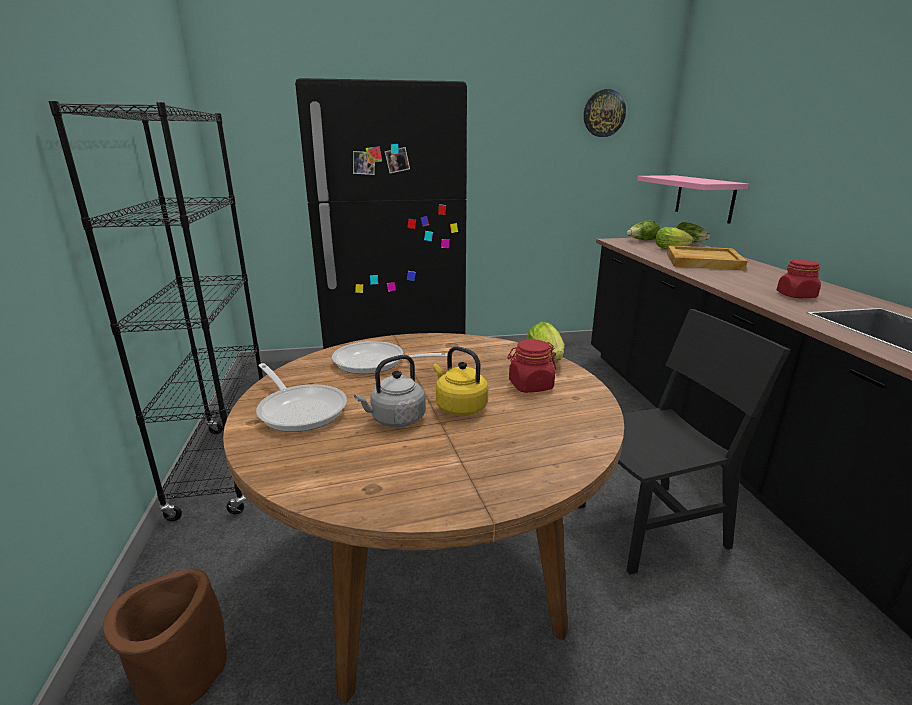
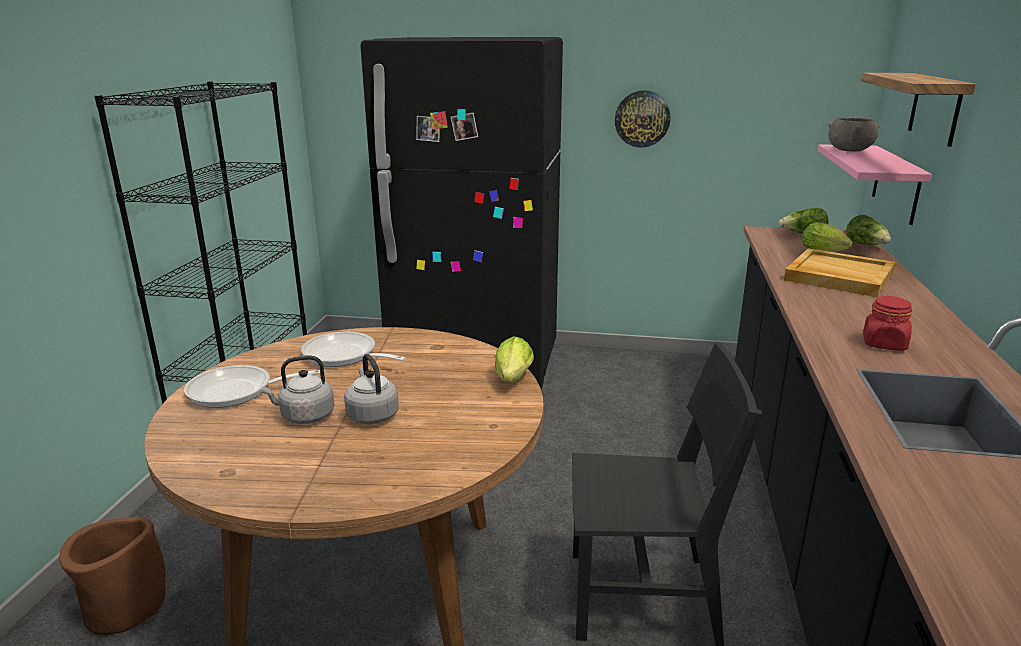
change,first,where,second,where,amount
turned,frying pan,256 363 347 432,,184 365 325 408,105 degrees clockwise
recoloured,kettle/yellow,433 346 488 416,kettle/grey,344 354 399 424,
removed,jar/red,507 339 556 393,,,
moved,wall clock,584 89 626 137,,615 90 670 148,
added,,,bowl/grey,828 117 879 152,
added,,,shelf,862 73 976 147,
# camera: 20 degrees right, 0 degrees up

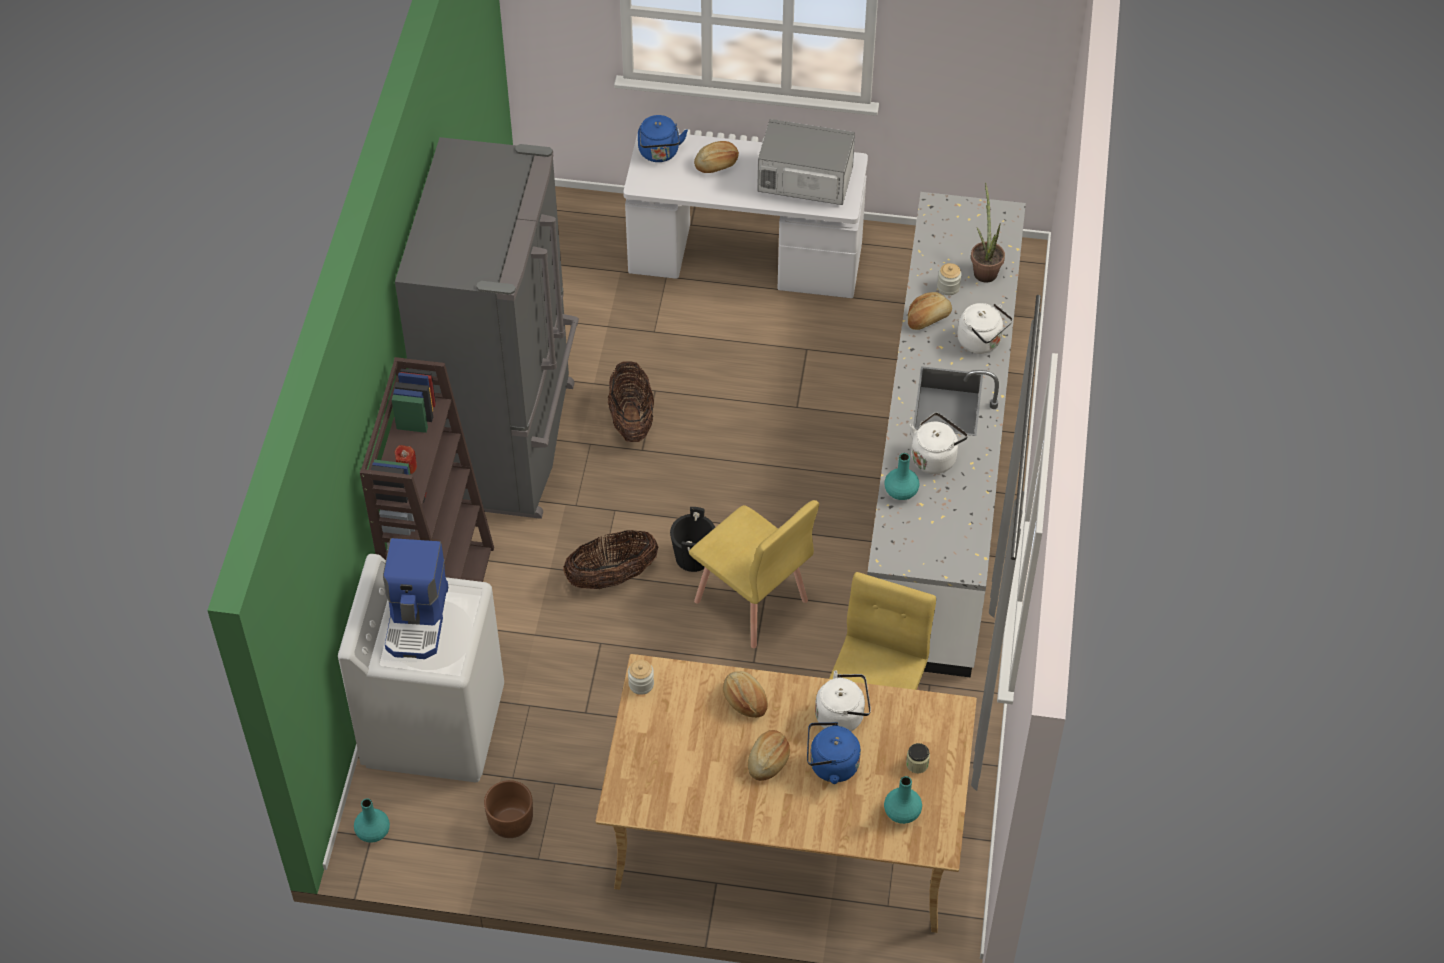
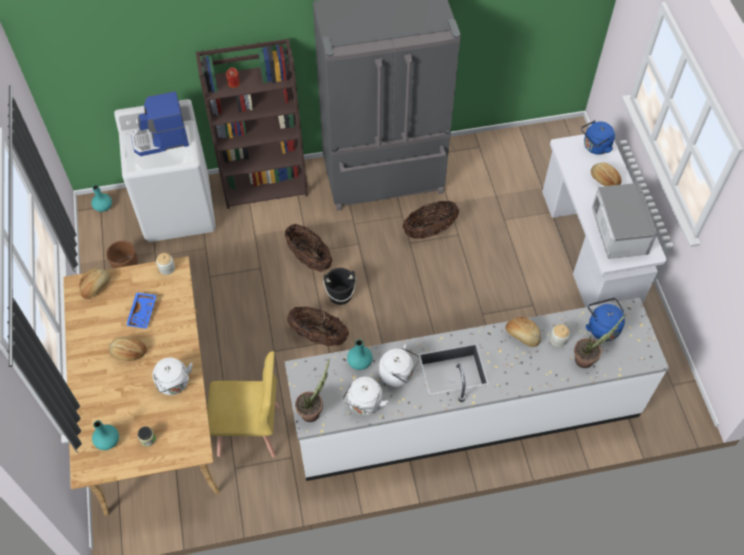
change,first,where,second,where,amount
replaced,chair/yellow,689 500 819 648,basket,287 307 349 346,
moved,bread,723 671 768 718,,79 268 111 299,
moved,kettle/blue,807 722 861 784,,586 298 625 341,
moved,kettle/white,957 303 1013 354,,343 377 388 415,
added,,,tray/blue,126 292 157 329,
added,,,potted plant,295 360 329 422,
# camera: 70 degrees right, 5 degrees up

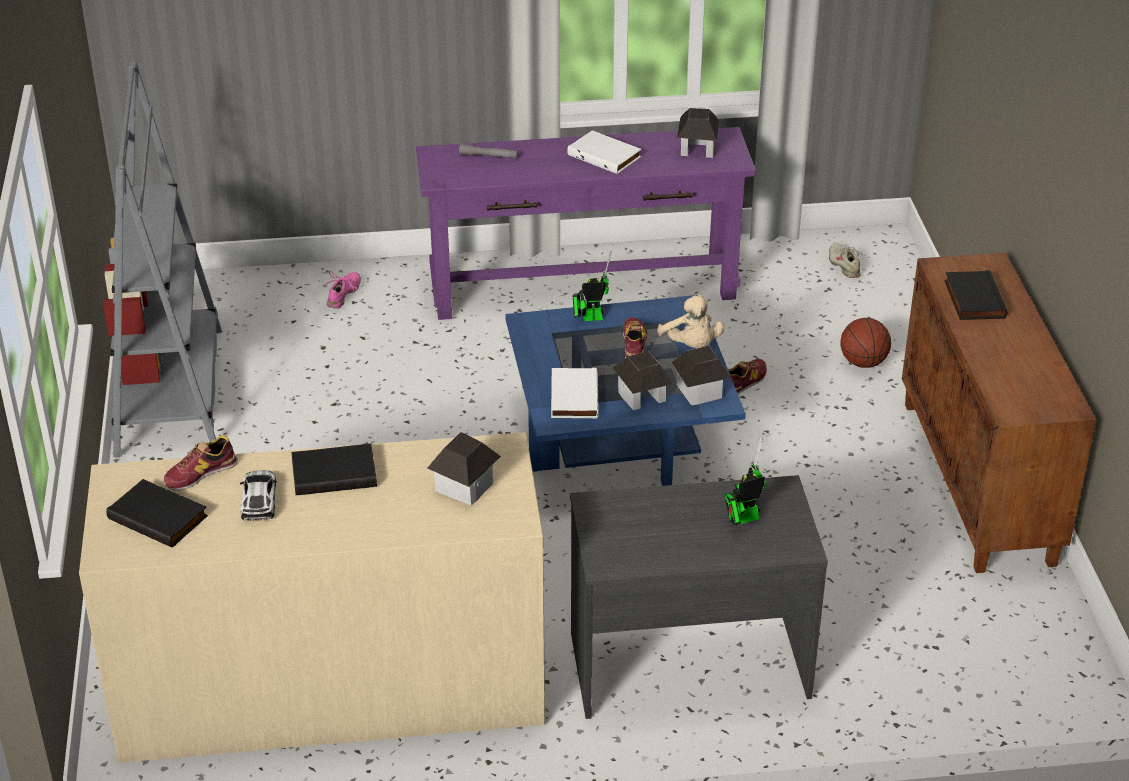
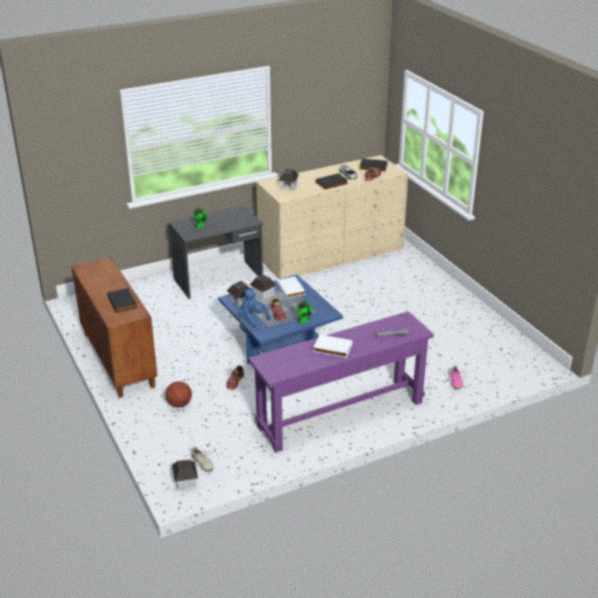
change,first,where,second,where,amount
removed,bookcase/grey,103 61 222 458,,,
recoloured,plush toy/beige,657 295 724 348,plush toy/blue,238 289 270 327,
moved,toy house,677 108 719 158,,172 460 198 490,
# camera: 160 degrees right, 5 degrees down

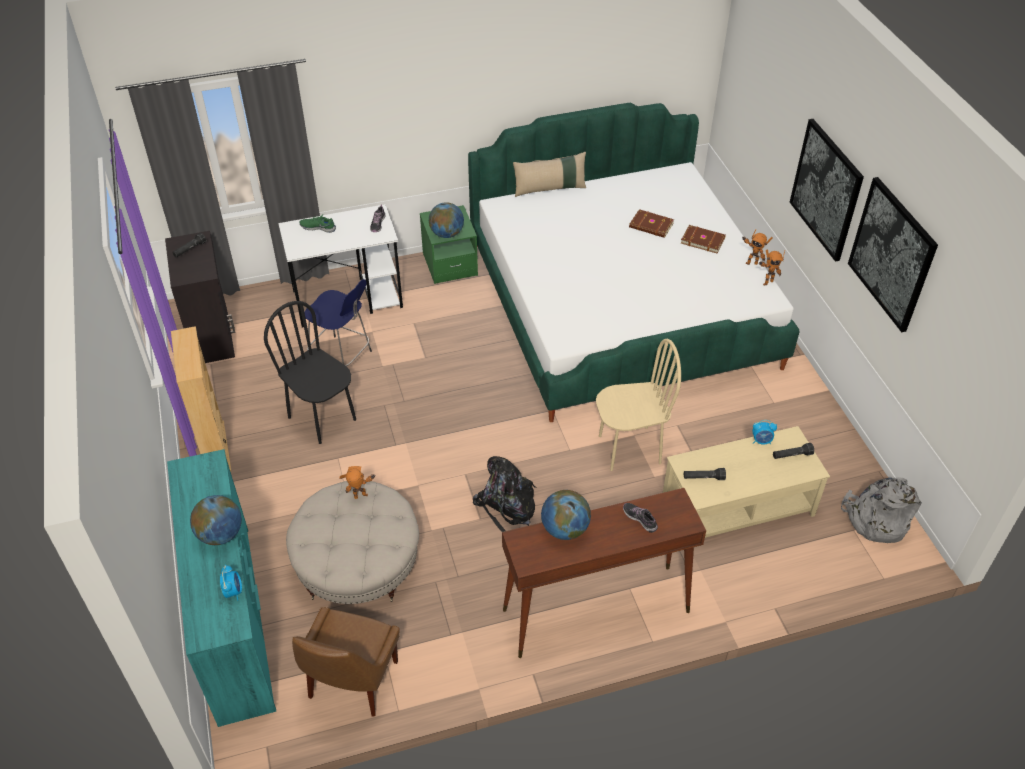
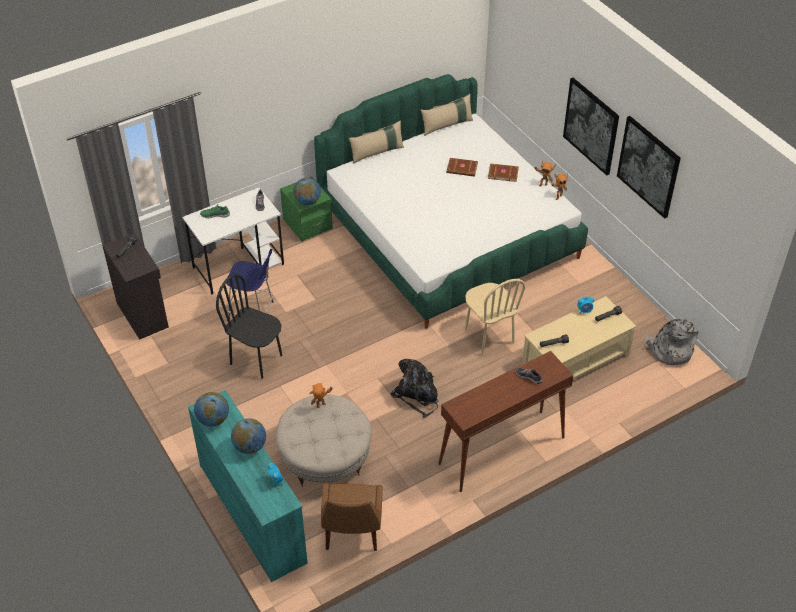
change,first,where,second,where,amount
removed,bookcase/beige,171 326 231 472,,,
moved,globe,541 490 591 540,,194 392 229 427,
turned,chair/beige,596 339 681 471,,465 279 525 355,90 degrees clockwise
added,,,pillow/beige,420 94 473 136,
# camera: 15 degrees left, 0 degrees up

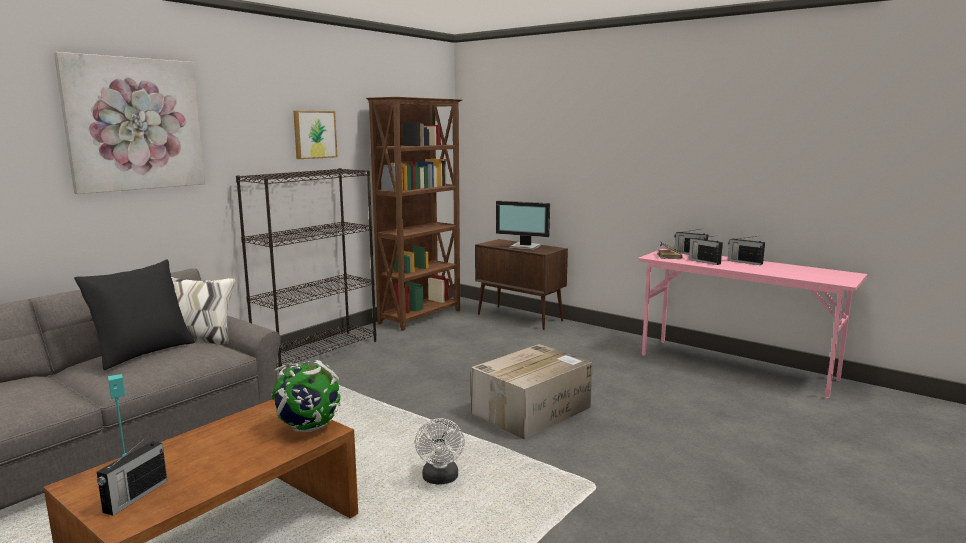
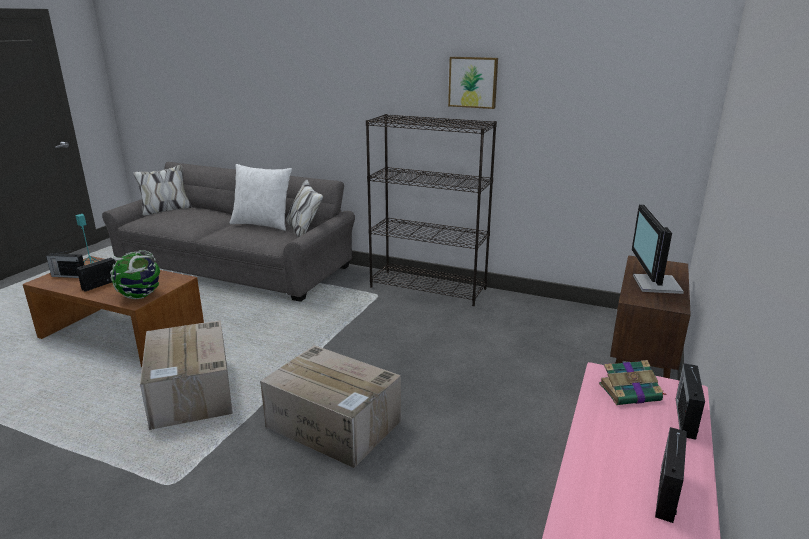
change,first,where,second,where,amount
removed,picture,54 52 205 194,,,
recoloured,pillow/black,74 259 195 370,pillow/white,230 164 292 231,
removed,bookcase/brown,366 97 462 331,,,
replaced,fan/white,415 418 465 484,cardboard box,140 320 233 430,
moved,radio,689 236 723 265,,77 257 116 292,
# camera: 75 degrees right, 10 degrees up

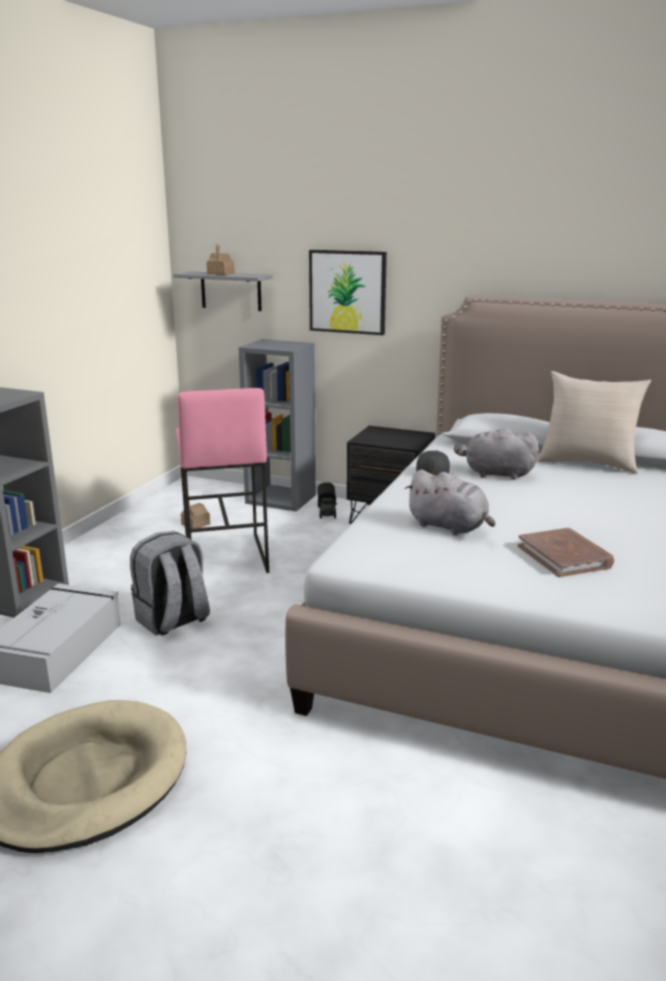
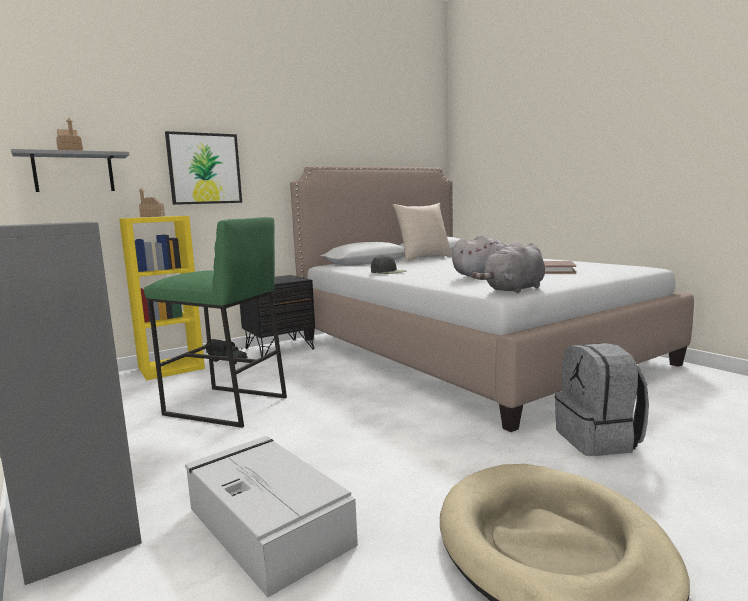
change,first,where,second,where,amount
moved,backpack/grey,130 531 210 636,,555 343 649 456,
recoloured,stool/pink,176 388 269 573,stool/green,144 217 287 428,
moved,toy house,181 496 210 529,,139 188 165 217,
recoloured,bookcase/grey,239 339 316 511,bookcase/yellow,119 216 205 380,
moved,plush toy/grey,454 428 539 480,,472 241 545 293,
# camera: 55 degrees left, 10 degrees down

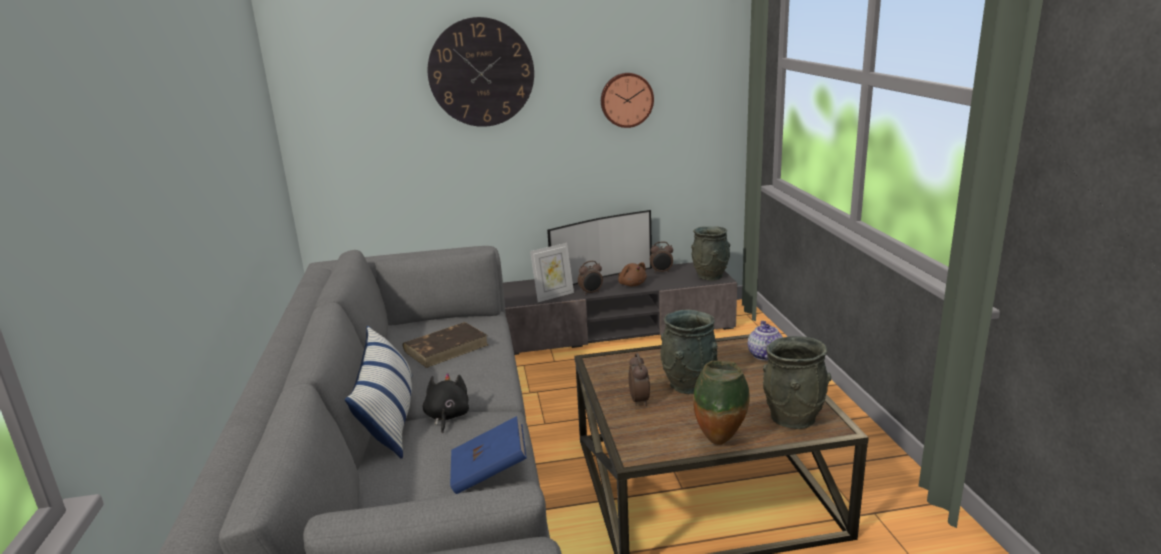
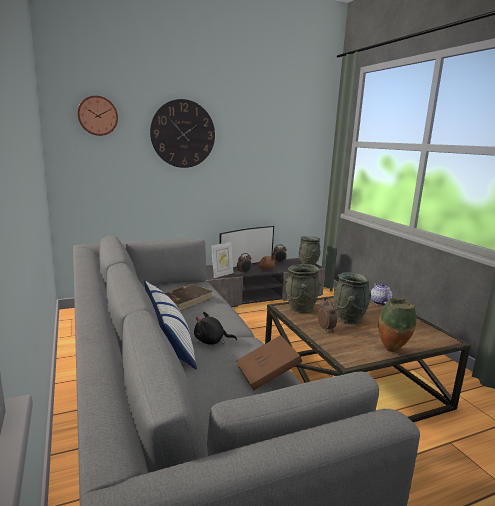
change,first,where,second,where,amount
turned,plush toy/black,423 373 469 434,,194 312 237 345,75 degrees counterclockwise
recoloured,book/blue,450 416 527 494,book/brown,236 335 302 390,
moved,wall clock,601 73 654 128,,77 96 118 136,
moved,vase/grey,763 336 832 429,,286 264 321 313,
# camera: 15 degrees left, 5 degrees down

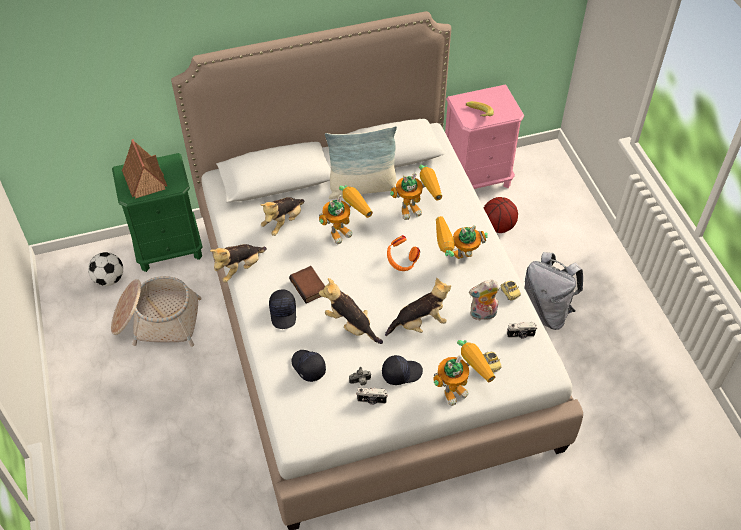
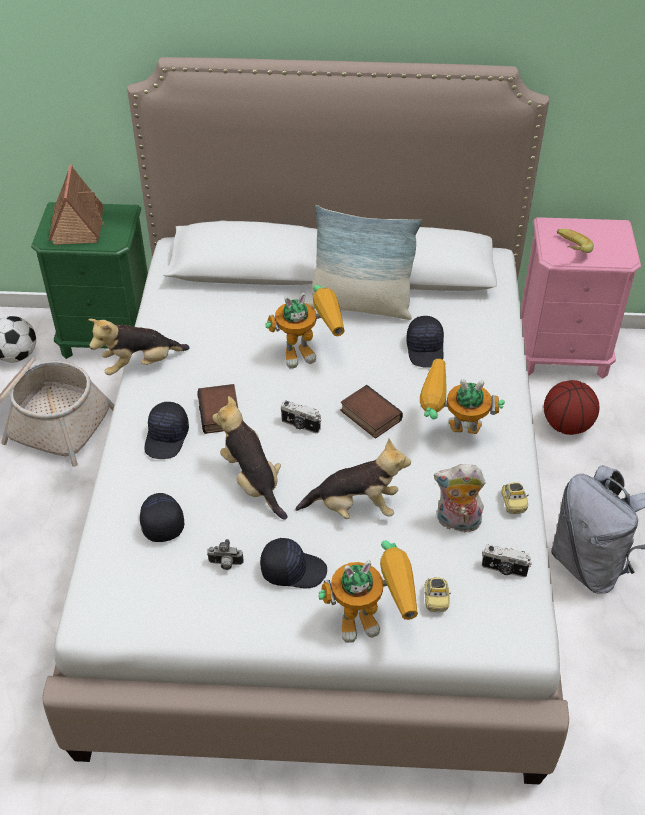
change,first,where,second,where,amount
removed,plush toy,261 197 305 236,,,
moved,photo camera,356 388 388 405,,281 400 321 434,
replaced,headphones/orange,387 235 420 271,book,341 385 403 438,
replaced,toy robot,390 165 442 220,cap/black,406 316 444 368,
# camera: 20 degrees right, 5 degrees down

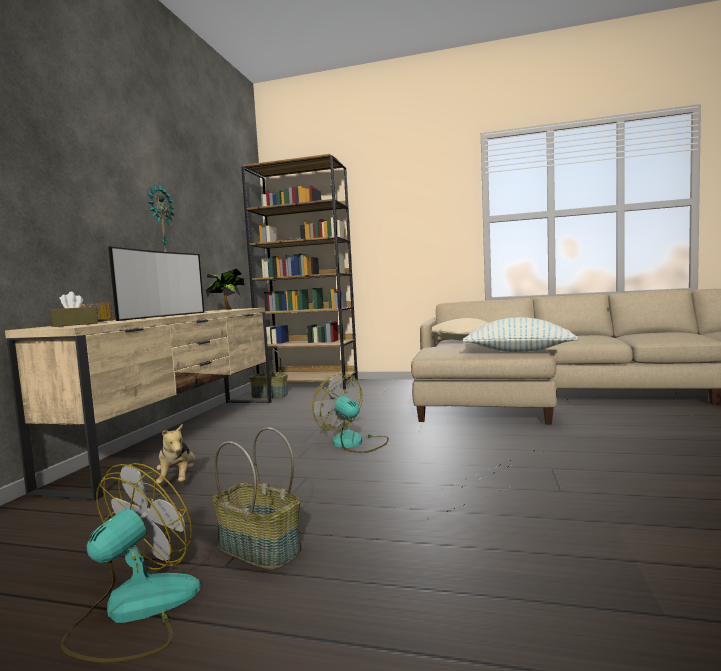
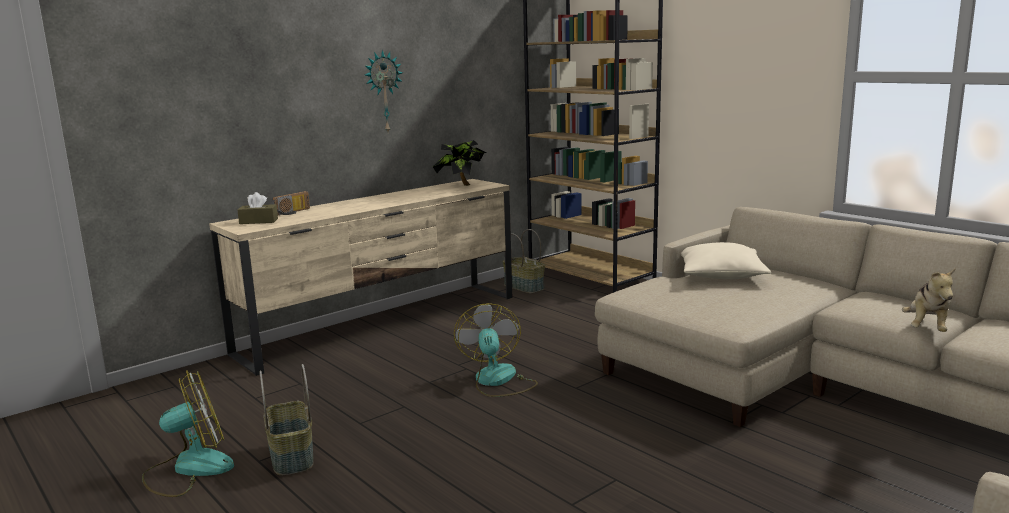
change,first,where,second,where,amount
removed,television,108 246 204 321,,,
moved,plush toy,156 424 195 483,,902 268 956 332,
removed,pillow,462 317 578 352,,,
# camera: 35 degrees right, 10 degrees up

